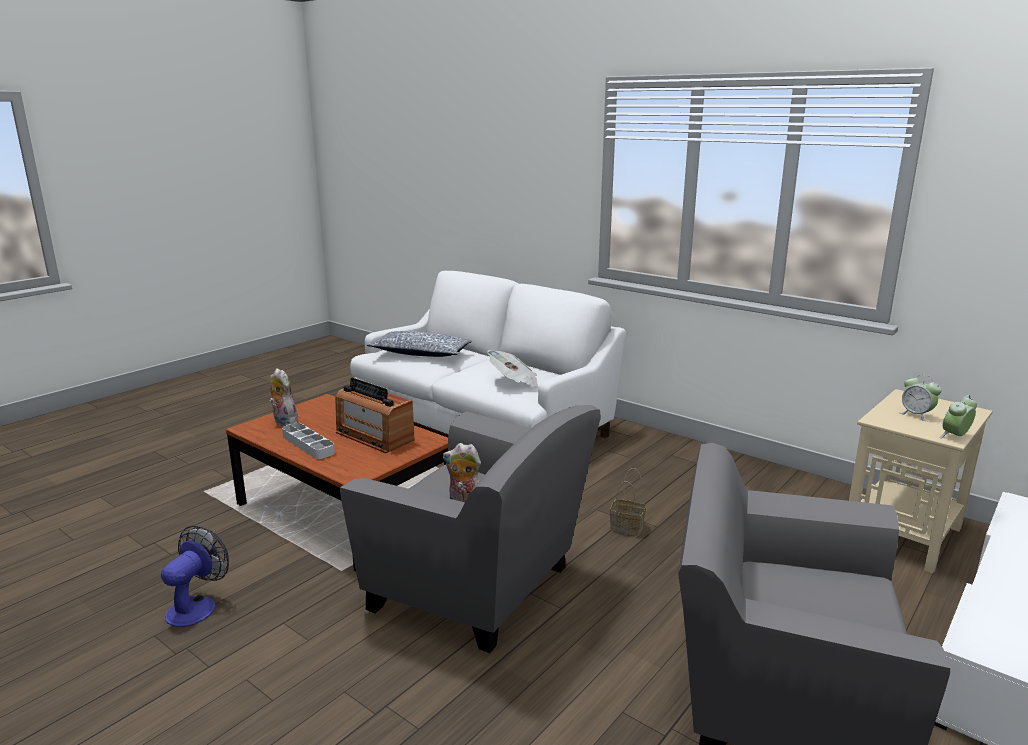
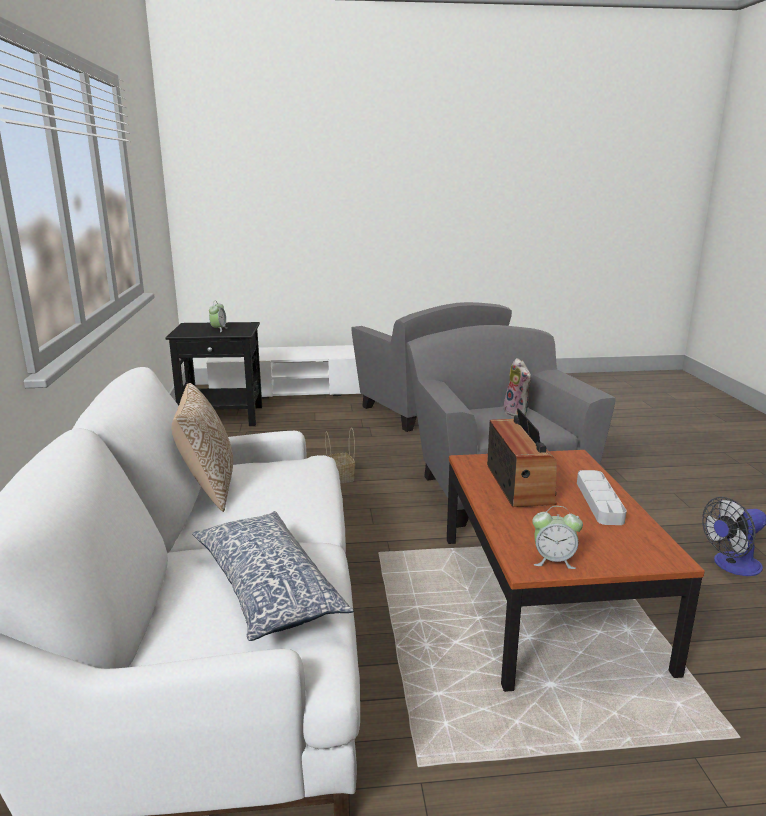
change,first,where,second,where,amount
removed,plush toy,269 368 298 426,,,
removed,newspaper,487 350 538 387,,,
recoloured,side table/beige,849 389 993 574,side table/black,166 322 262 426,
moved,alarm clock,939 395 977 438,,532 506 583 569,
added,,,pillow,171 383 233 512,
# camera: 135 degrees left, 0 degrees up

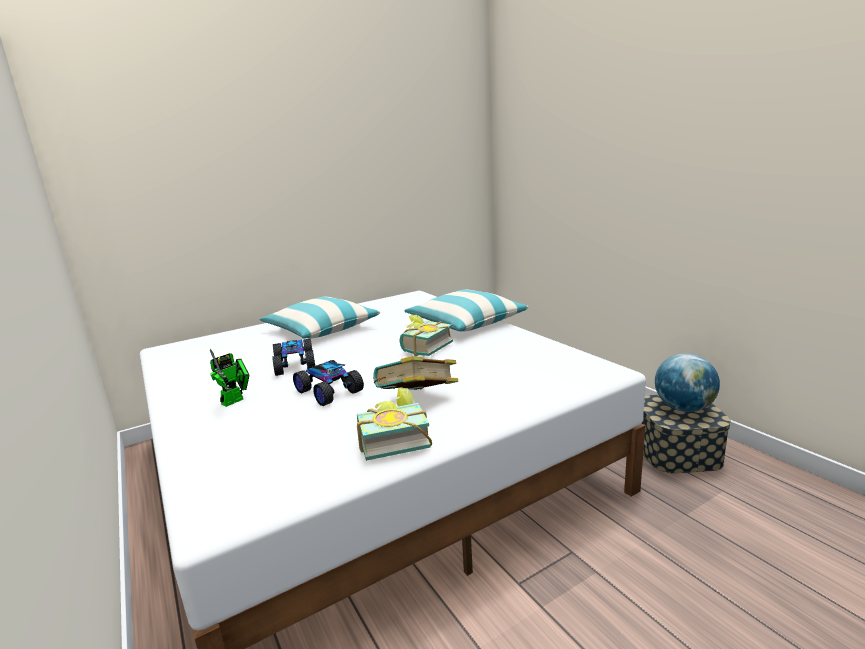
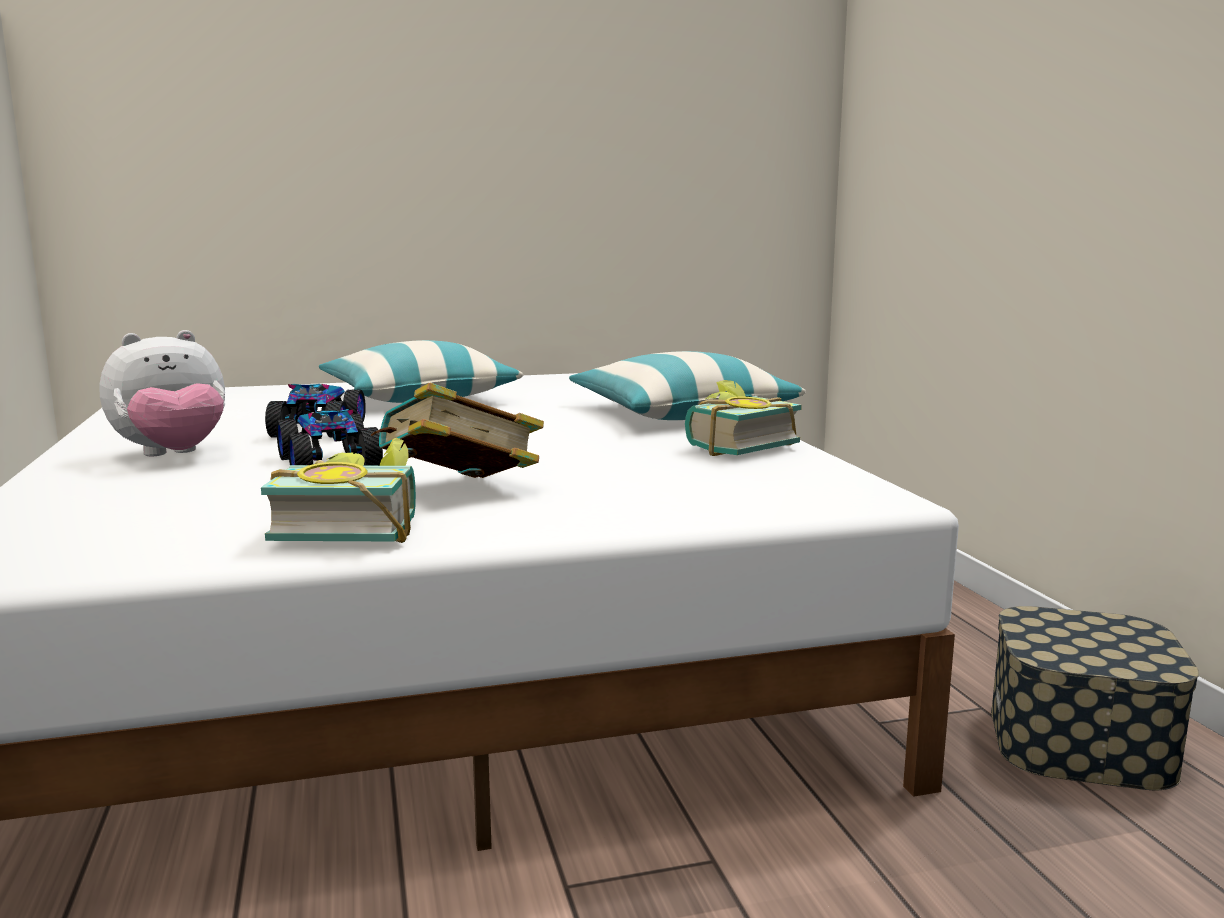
change,first,where,second,where,amount
replaced,toy robot,210 349 250 407,plush toy,99 330 225 456,
moved,book,399 315 453 356,,685 380 802 456,
removed,globe,655 353 720 412,,,
# camera: 15 degrees right, 5 degrees down

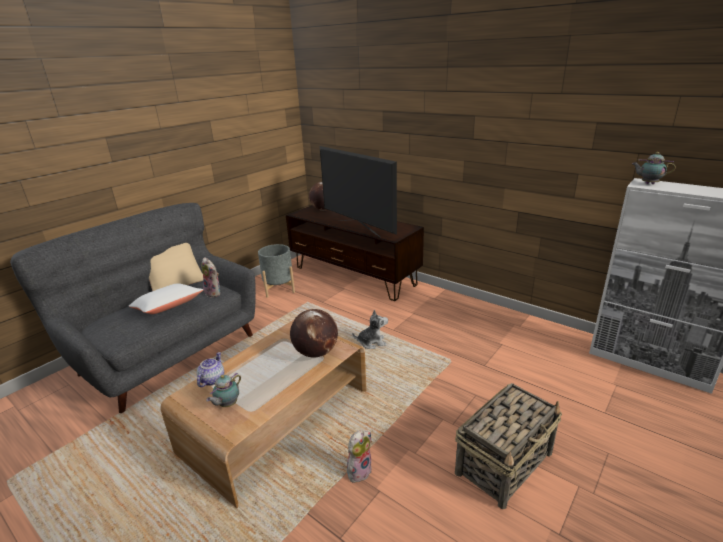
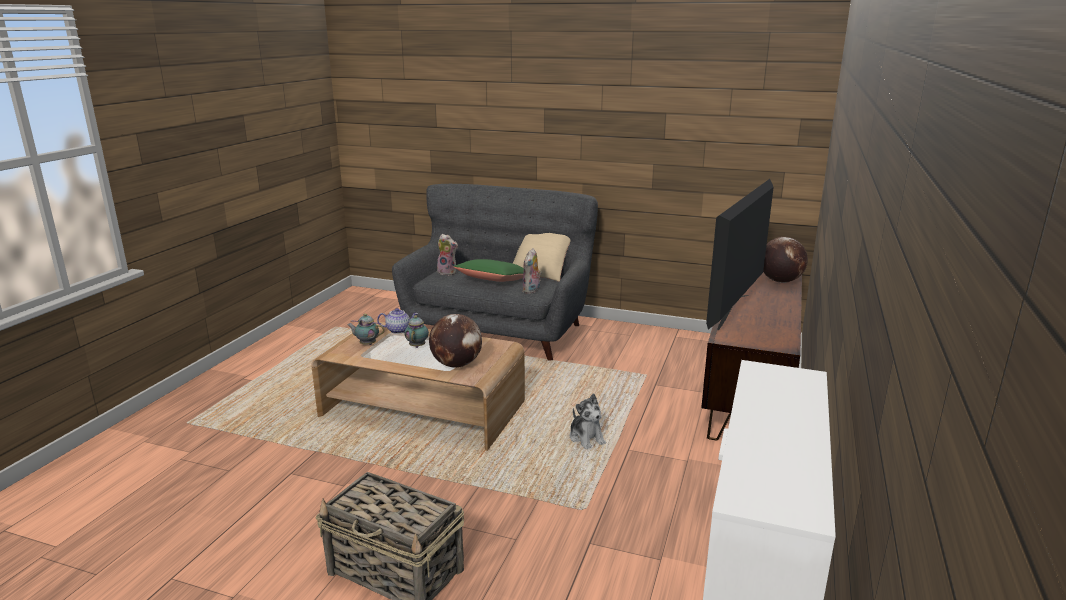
change,first,where,second,where,amount
recoloured,pillow/white,129 283 204 314,pillow/green,453 259 524 282,
removed,planter/grey,258 244 295 298,,,
moved,plush toy,347 430 372 483,,437 234 458 276,
moved,teapot,632 152 676 184,,404 315 429 348,
# camera: 70 degrees right, 5 degrees down

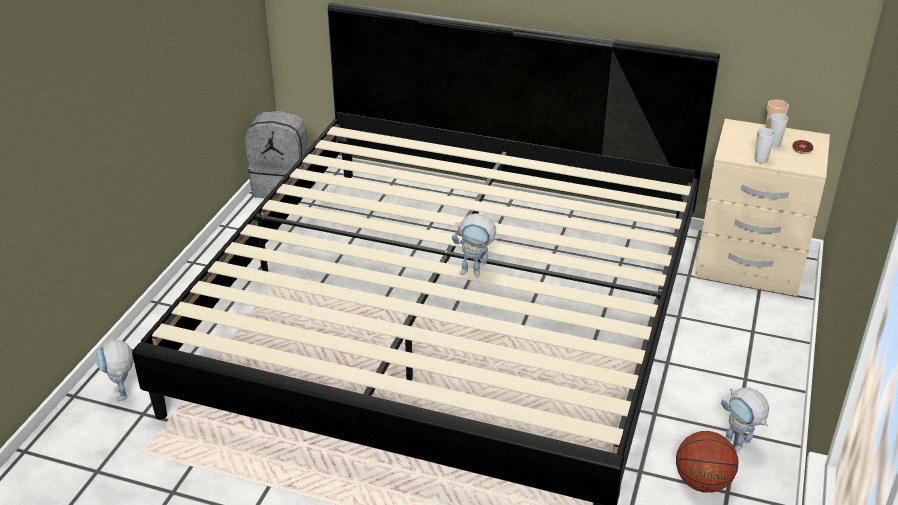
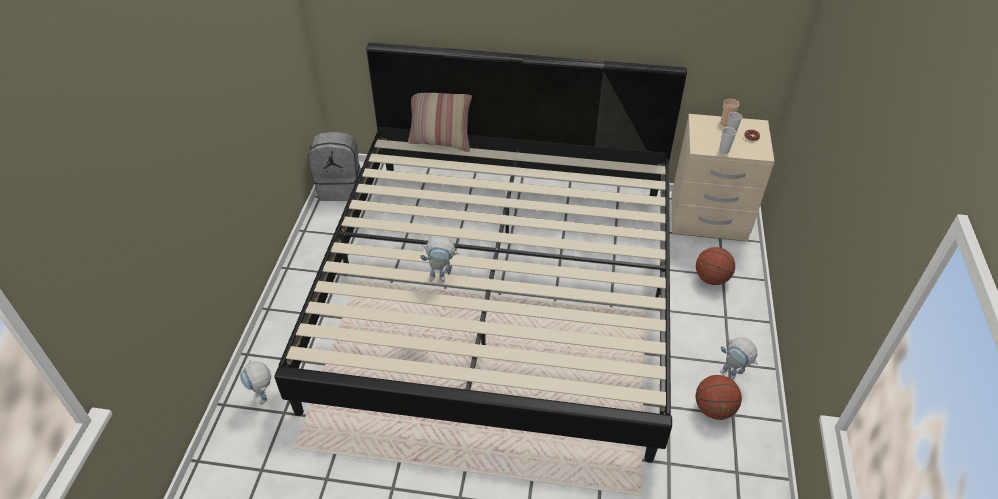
change,first,where,second,where,amount
moved,toy robot,452 213 501 277,,420 236 459 282,
added,,,pillow,408 93 472 152,
added,,,basketball,696 247 735 285,
# camera: 10 degrees left, 10 degrees up

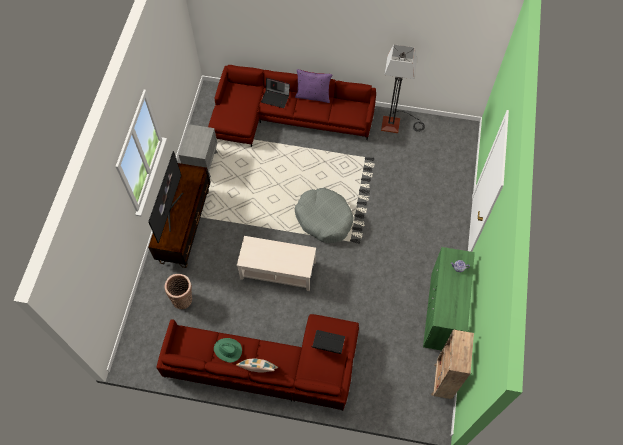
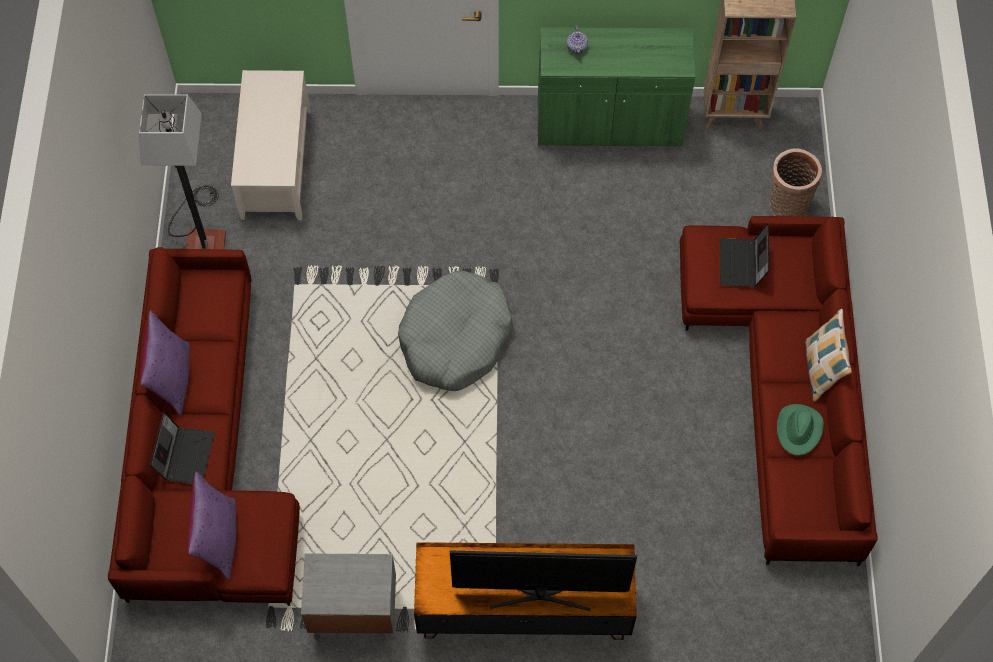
change,first,where,second,where,amount
moved,basket,164 274 192 309,,770 148 822 216,
moved,coffee table/beige,237 236 316 291,,231 70 310 220,
added,,,pillow/purple,188 471 236 580,
# camera: 100 degrees left, 0 degrees up

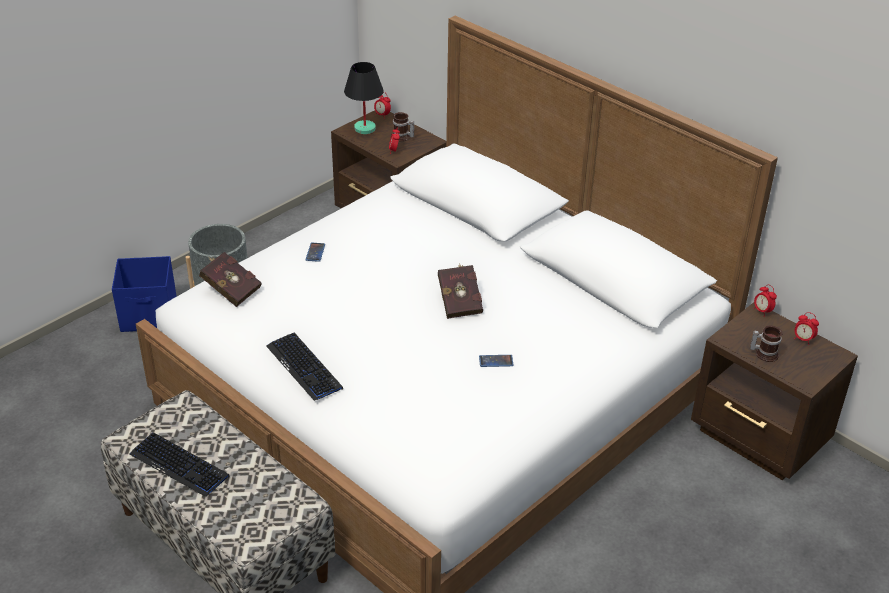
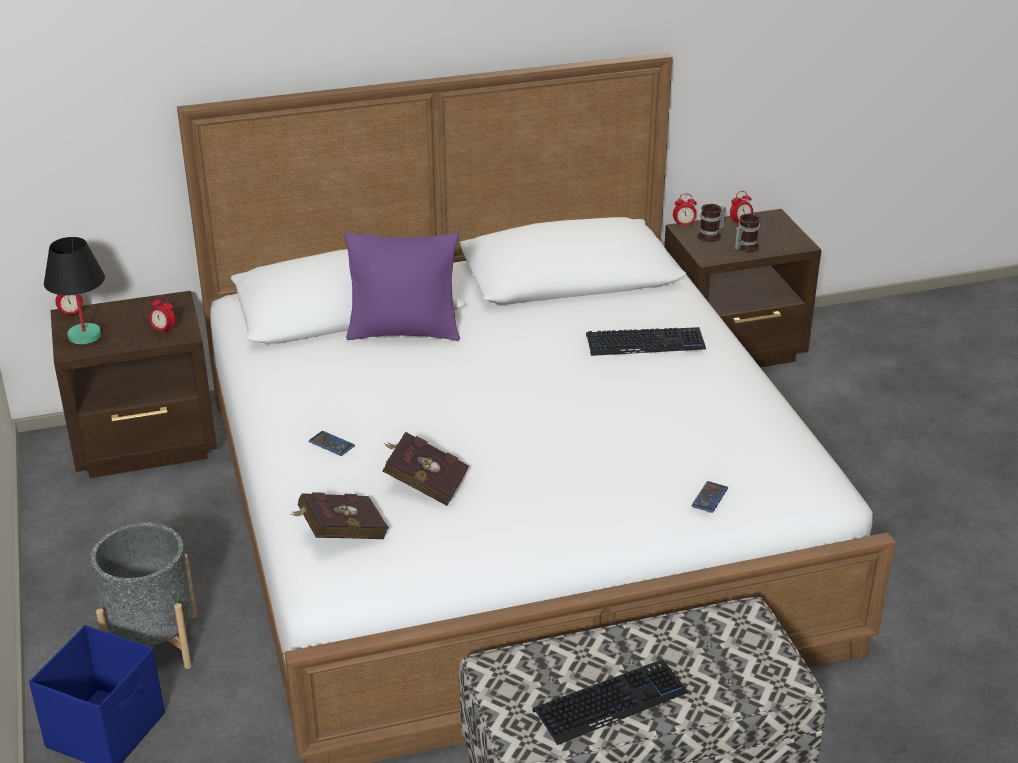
change,first,where,second,where,amount
moved,keyboard,266 333 343 401,,586 327 706 356,
moved,mug,393 112 414 141,,697 204 726 242,
moved,book/red,438 263 483 319,,382 432 469 506,
moved,phone,479 355 514 367,,691 481 728 513,
added,,,pillow/purple,344 232 460 341,
# camera: 60 degrees left, 5 degrees down

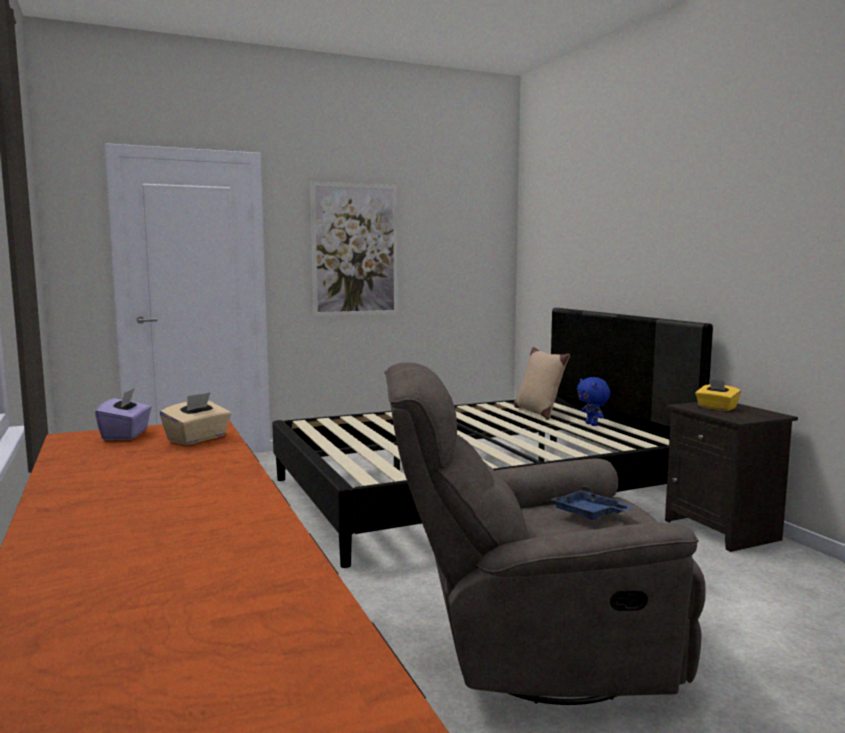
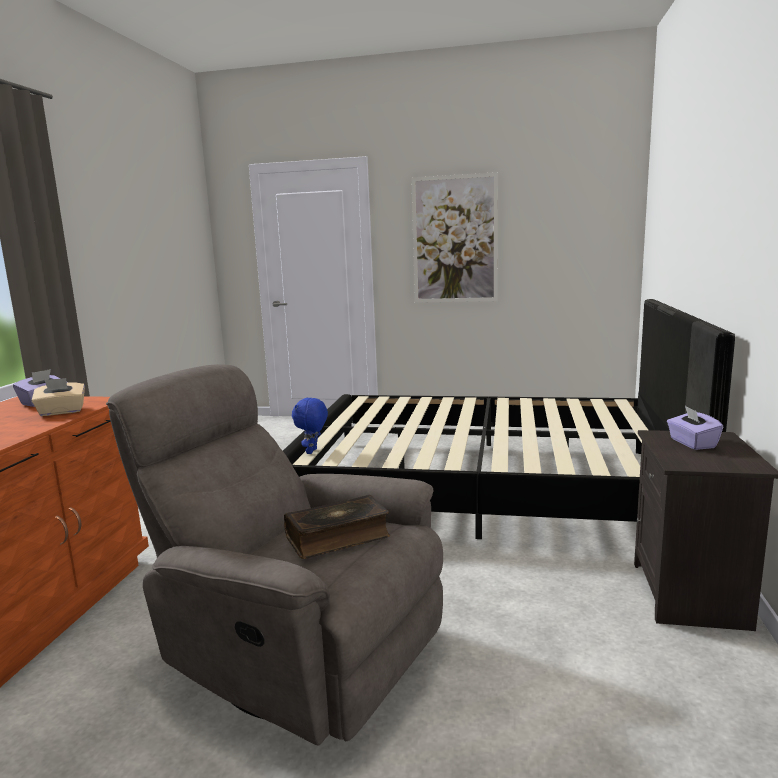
change,first,where,second,where,amount
removed,pillow/beige,514 347 570 420,,,
replaced,tray/blue,551 485 633 520,book,284 495 390 559,
moved,plush toy/blue,577 377 610 426,,292 398 328 454,
recoloured,tissue box/yellow,695 379 741 411,tissue box/purple,667 406 723 450,
# camera: 35 degrees right, 5 degrees up

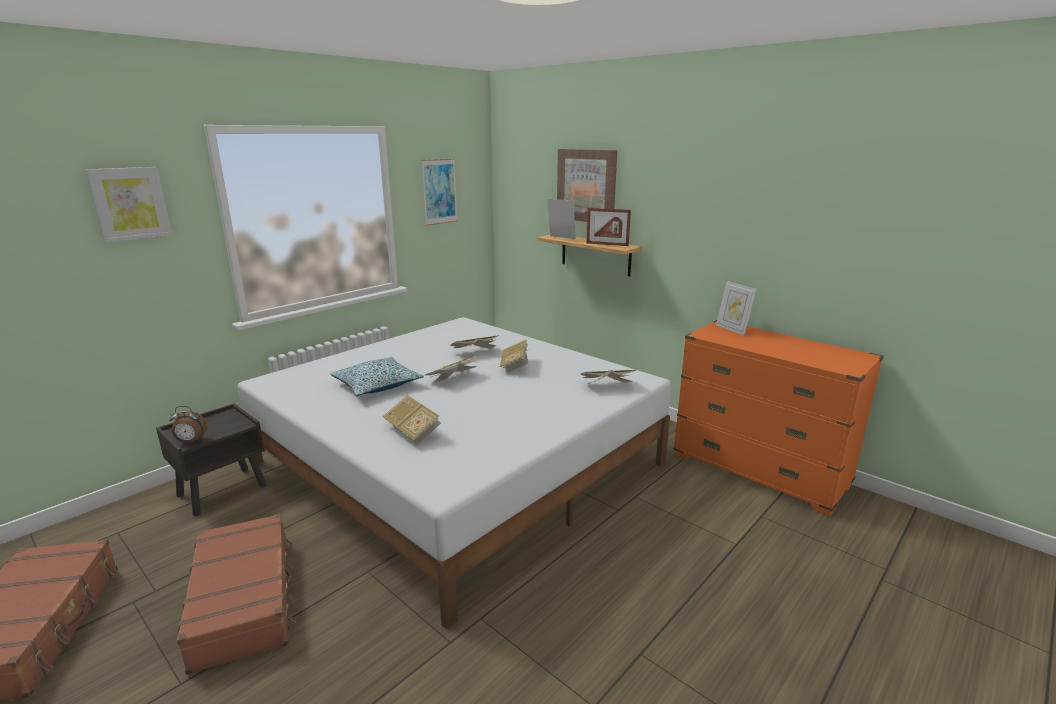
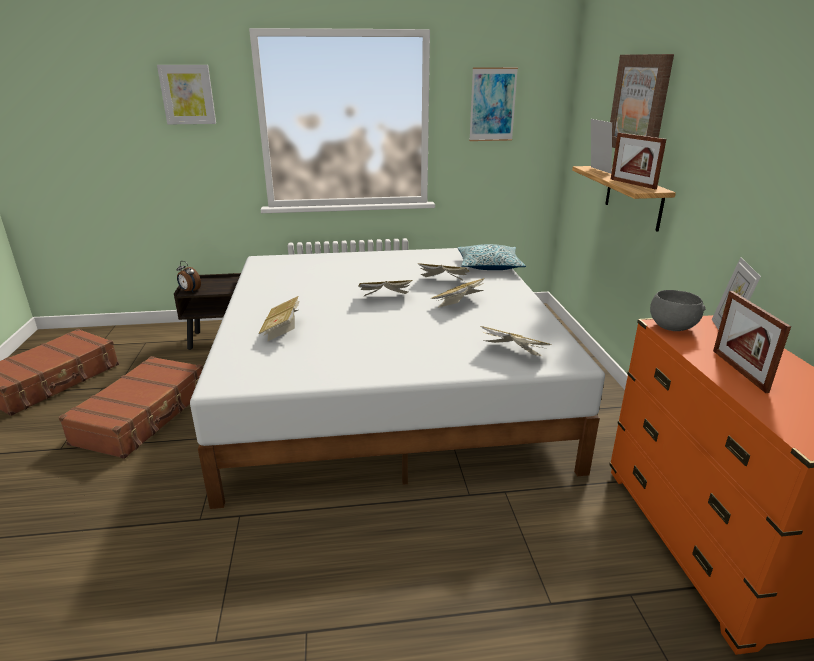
change,first,where,second,where,amount
moved,pillow,330 357 424 396,,457 244 526 270,
added,,,bowl/grey,650 290 706 331,
added,,,picture frame,713 291 791 393,
# camera: 40 degrees right, 5 degrees up

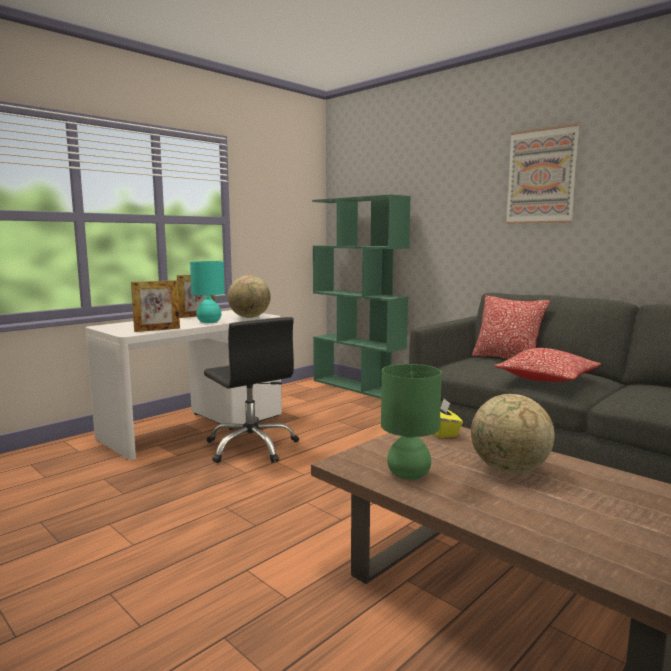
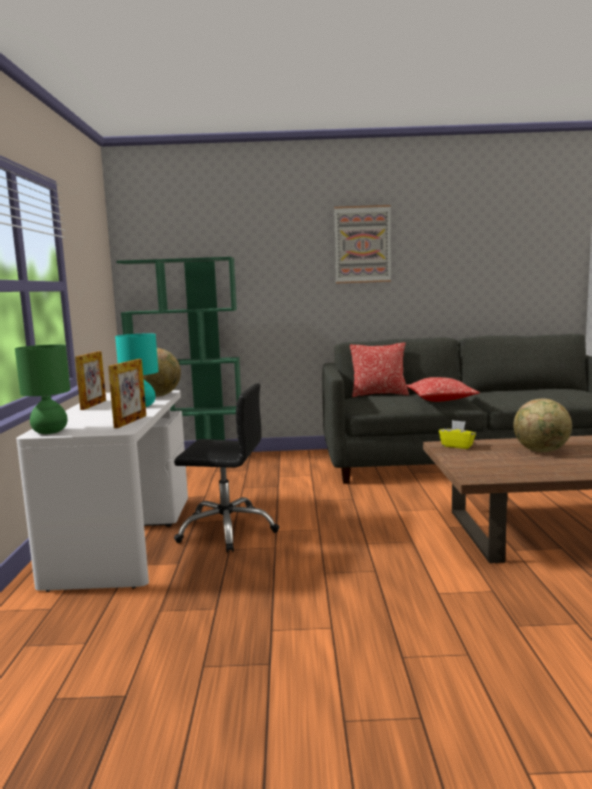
change,first,where,second,where,amount
moved,table lamp/green,381 364 442 480,,15 344 70 434,
# camera: 45 degrees left, 0 degrees up

